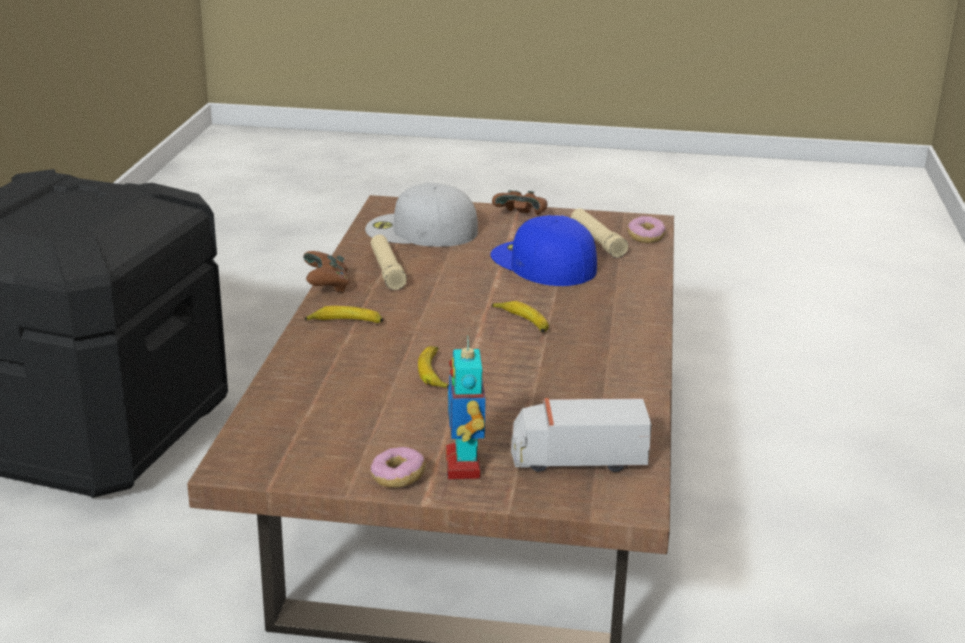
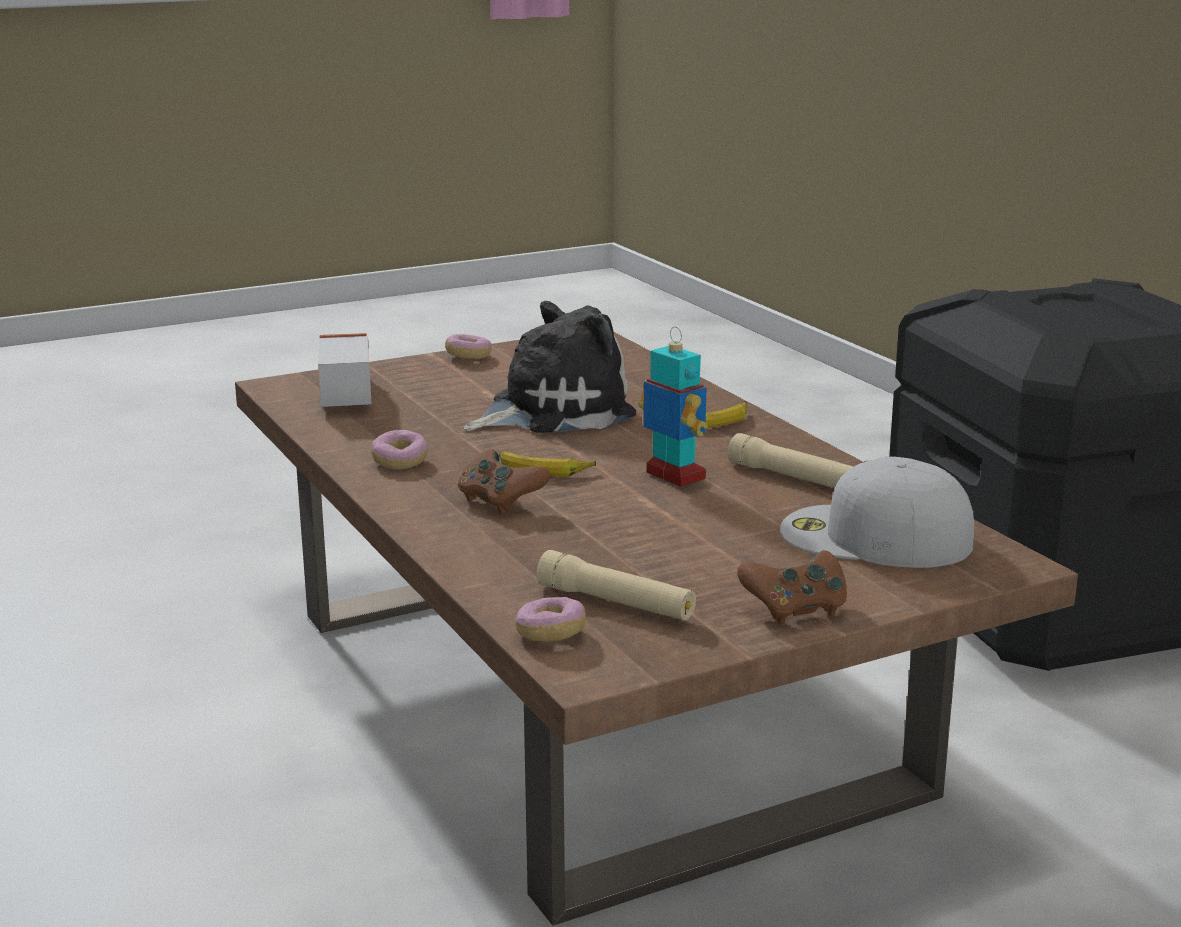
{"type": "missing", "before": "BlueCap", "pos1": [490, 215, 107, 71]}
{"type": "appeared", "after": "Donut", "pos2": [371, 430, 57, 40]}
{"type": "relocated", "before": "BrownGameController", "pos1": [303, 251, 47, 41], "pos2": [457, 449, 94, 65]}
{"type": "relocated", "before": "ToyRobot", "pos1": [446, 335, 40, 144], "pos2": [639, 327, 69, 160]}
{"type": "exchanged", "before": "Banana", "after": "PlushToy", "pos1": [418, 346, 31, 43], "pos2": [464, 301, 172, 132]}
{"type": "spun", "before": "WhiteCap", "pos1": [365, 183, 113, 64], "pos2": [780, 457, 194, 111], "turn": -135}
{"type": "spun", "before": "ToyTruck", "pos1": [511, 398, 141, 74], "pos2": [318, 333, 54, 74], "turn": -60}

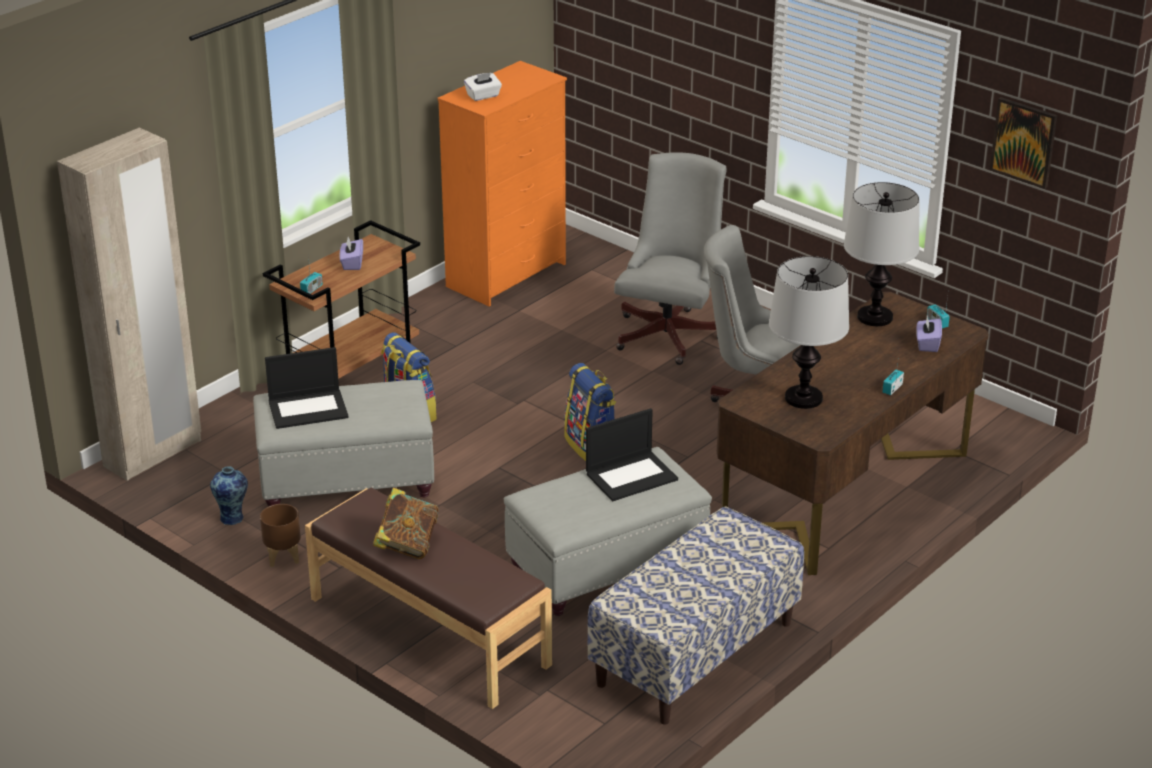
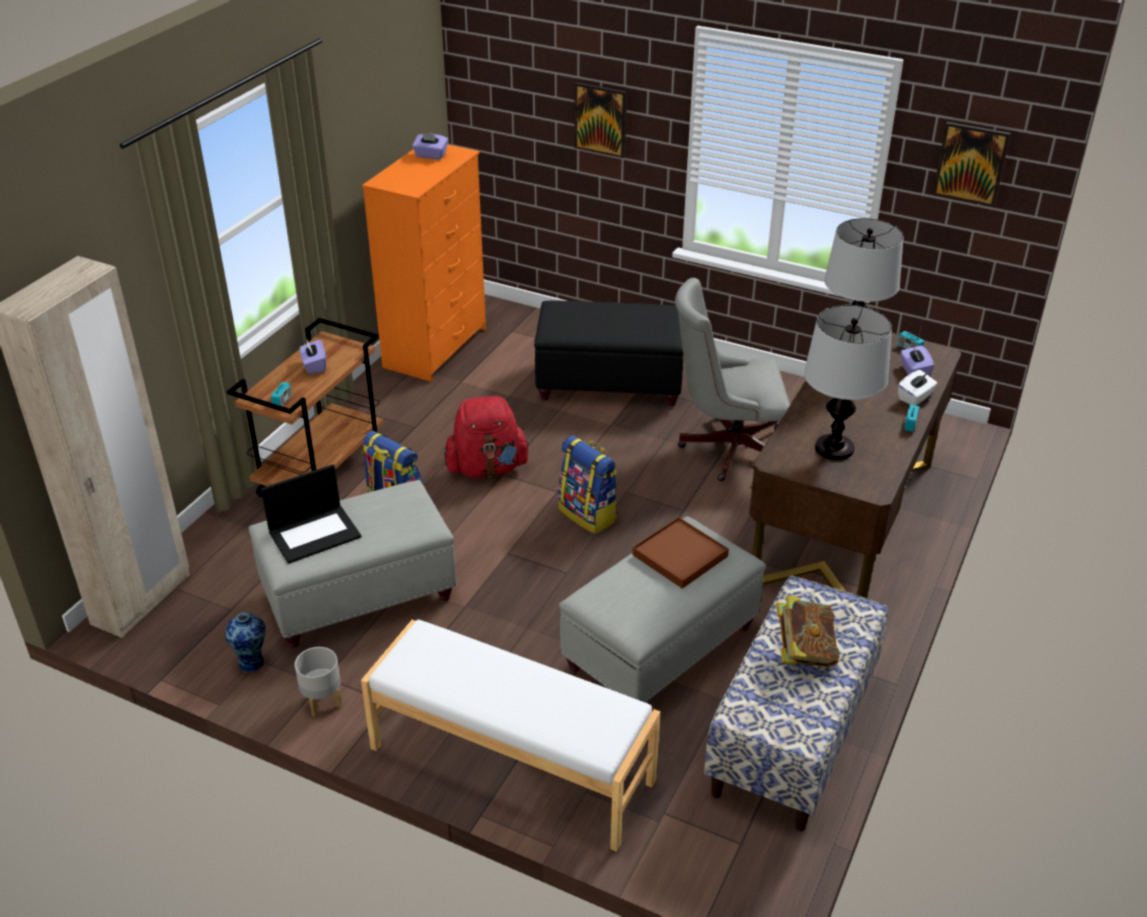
{"type": "appeared", "after": "PurpleTissueBox", "pos2": [412, 133, 36, 27]}
{"type": "appeared", "after": "RedBackpack", "pos2": [444, 396, 86, 82]}
{"type": "appeared", "after": "Picture", "pos2": [574, 82, 53, 76]}
{"type": "relocated", "before": "Book", "pos1": [373, 488, 65, 71], "pos2": [776, 596, 63, 71]}
{"type": "relocated", "before": "WhiteTissueBox", "pos1": [464, 72, 38, 29], "pos2": [898, 370, 39, 36]}
{"type": "exchanged", "before": "Laptop", "after": "BrownTray", "pos1": [586, 408, 92, 93], "pos2": [632, 517, 97, 72]}
{"type": "exchanged", "before": "GreyOfficeChair", "after": "BlackOttoman", "pos1": [614, 152, 113, 213], "pos2": [534, 300, 149, 106]}
{"type": "colour", "before": "BrownPlanter", "after": "GreyPlanter", "pos1": [260, 504, 41, 63], "pos2": [295, 647, 47, 69]}
{"type": "colour", "before": "BrownBench", "after": "WhiteBench", "pos1": [305, 488, 247, 221], "pos2": [361, 619, 299, 233]}

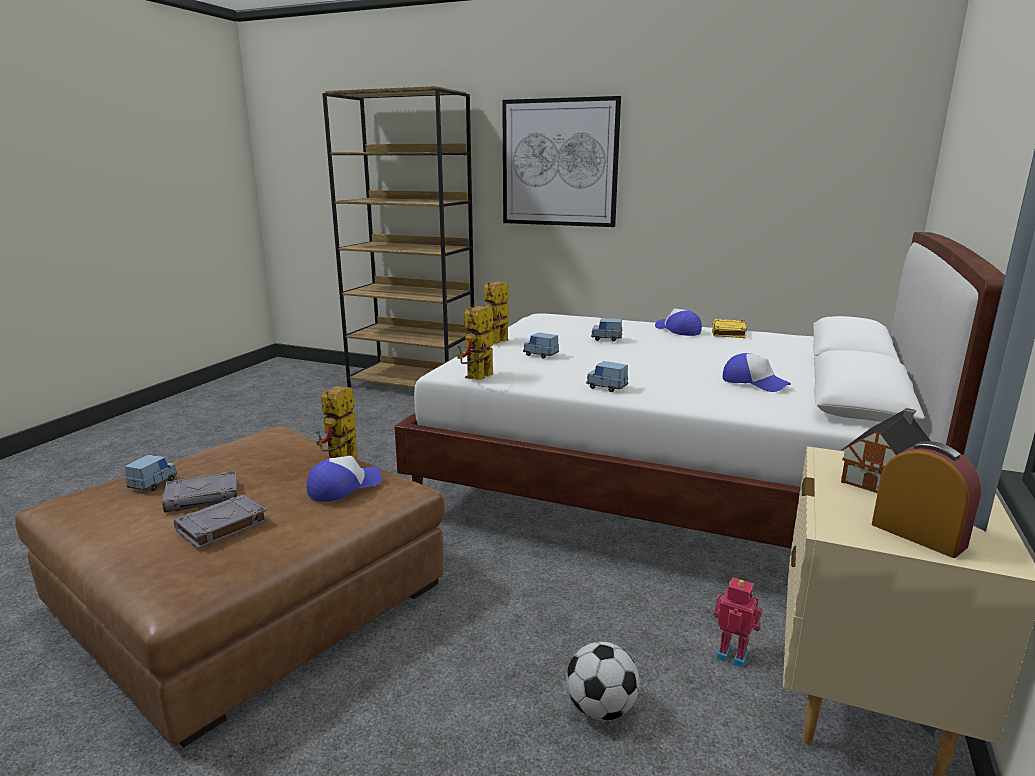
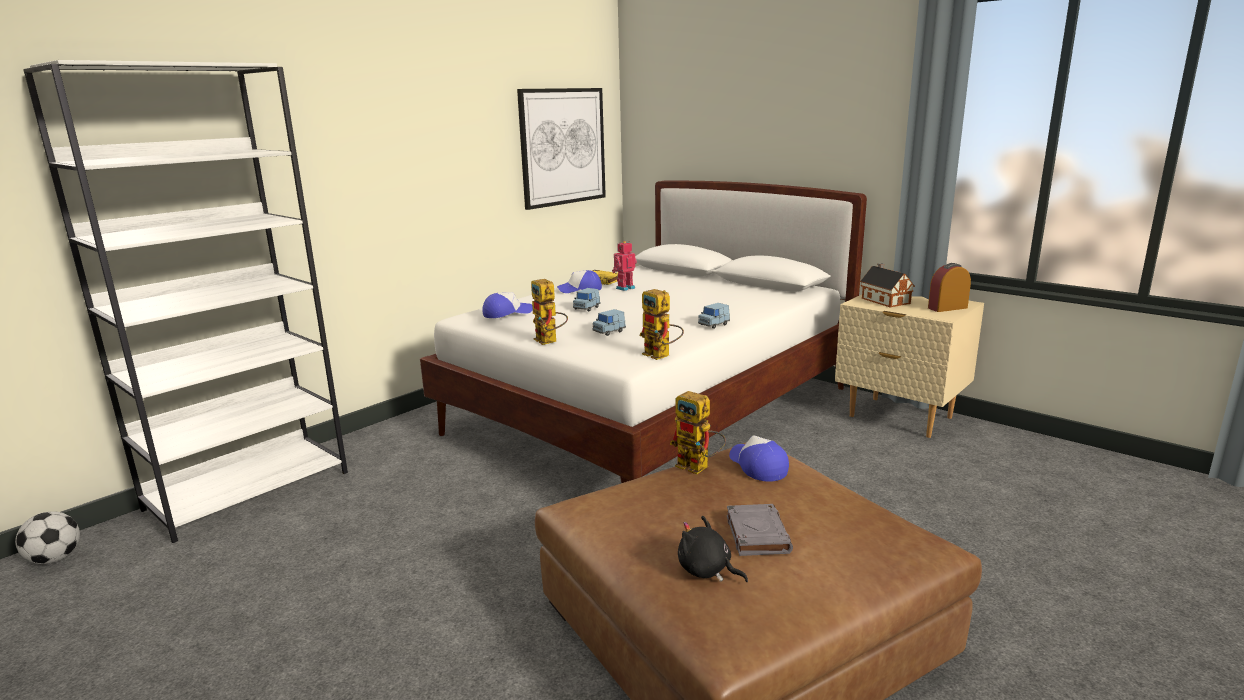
{"type": "missing", "before": "GreyBook", "pos1": [174, 494, 94, 55]}
{"type": "relocated", "before": "Picture", "pos1": [502, 96, 119, 131], "pos2": [517, 88, 89, 122]}
{"type": "relocated", "before": "Football", "pos1": [566, 642, 73, 79], "pos2": [15, 511, 65, 53]}
{"type": "relocated", "before": "ToyRobot", "pos1": [713, 578, 49, 90], "pos2": [612, 241, 25, 50]}
{"type": "relocated", "before": "Cap", "pos1": [723, 353, 68, 39], "pos2": [482, 292, 51, 26]}
{"type": "exchanged", "before": "BlueToyCar", "after": "BlackPlushToy", "pos1": [125, 455, 52, 36], "pos2": [678, 516, 70, 66]}
{"type": "colour", "before": "BrownBookcase", "after": "WhiteBookcase", "pos1": [322, 86, 152, 302], "pos2": [23, 60, 325, 483]}

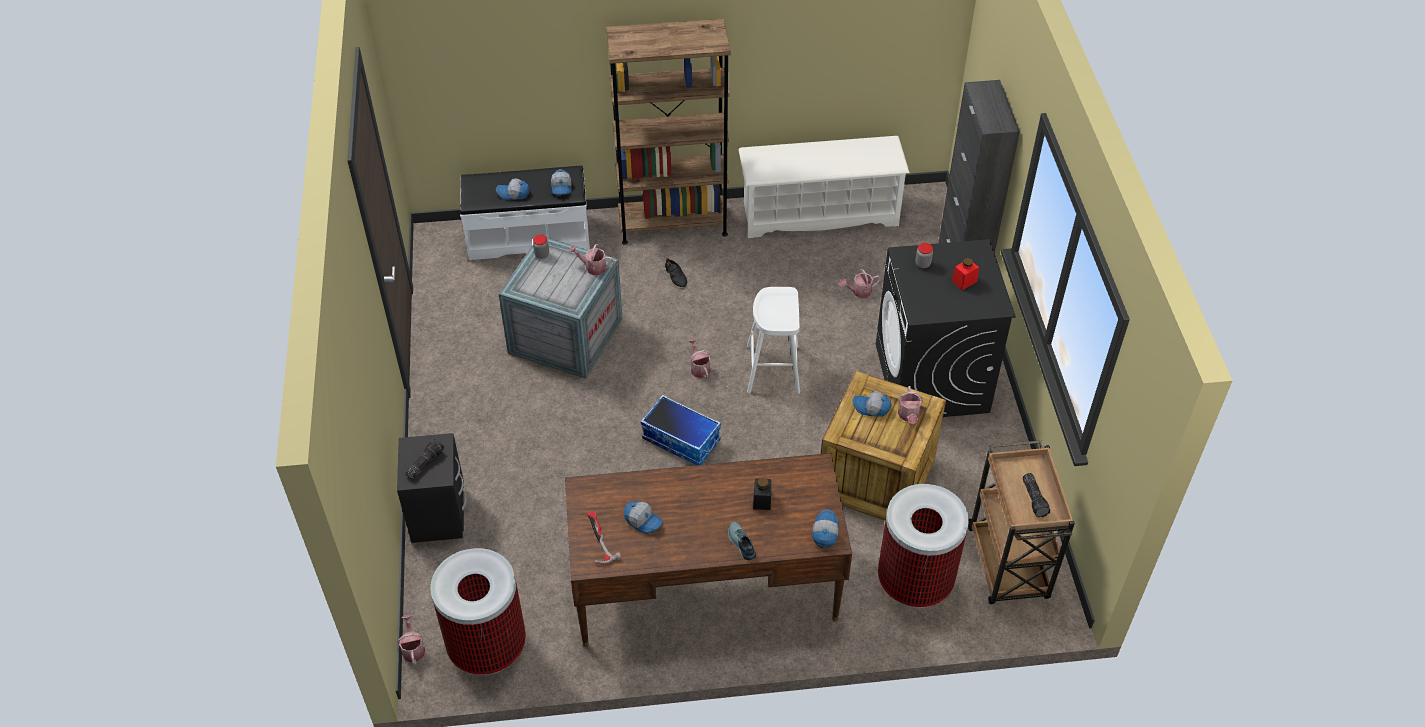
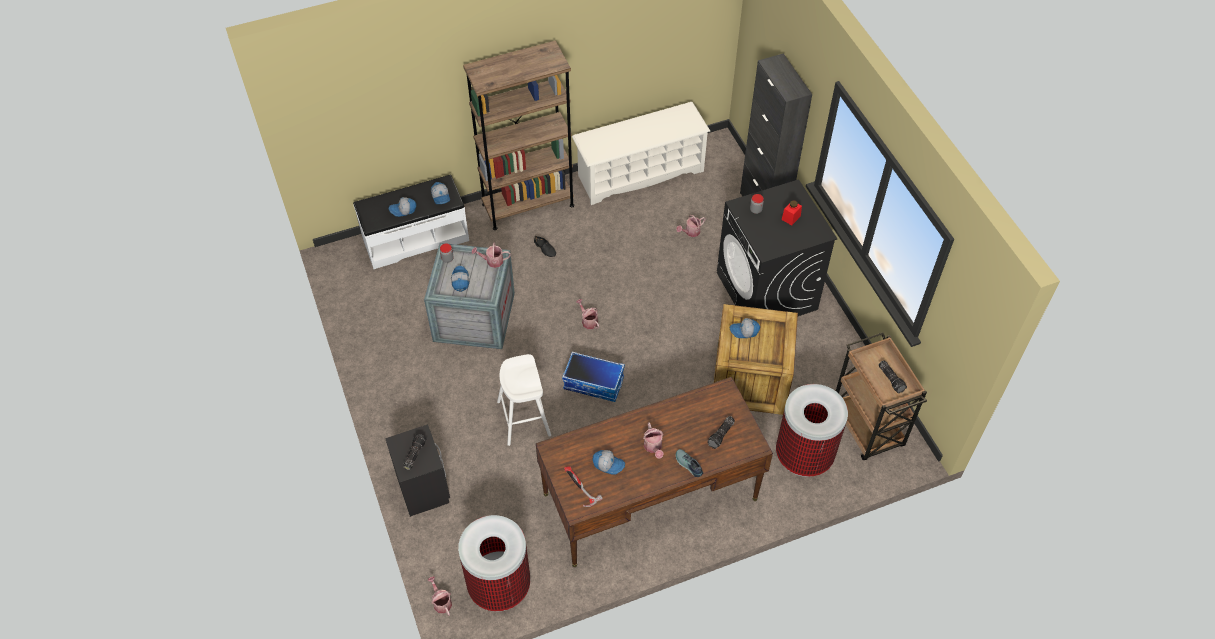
{"type": "missing", "before": "BlackJar", "pos1": [753, 478, 18, 32]}
{"type": "appeared", "after": "Flashlight", "pos2": [707, 416, 28, 33]}
{"type": "relocated", "before": "WhiteStool", "pos1": [747, 287, 53, 107], "pos2": [497, 354, 54, 92]}
{"type": "relocated", "before": "Cap", "pos1": [812, 510, 27, 38], "pos2": [451, 266, 18, 26]}
{"type": "relocated", "before": "WateringCan", "pos1": [898, 386, 25, 39], "pos2": [643, 422, 21, 37]}

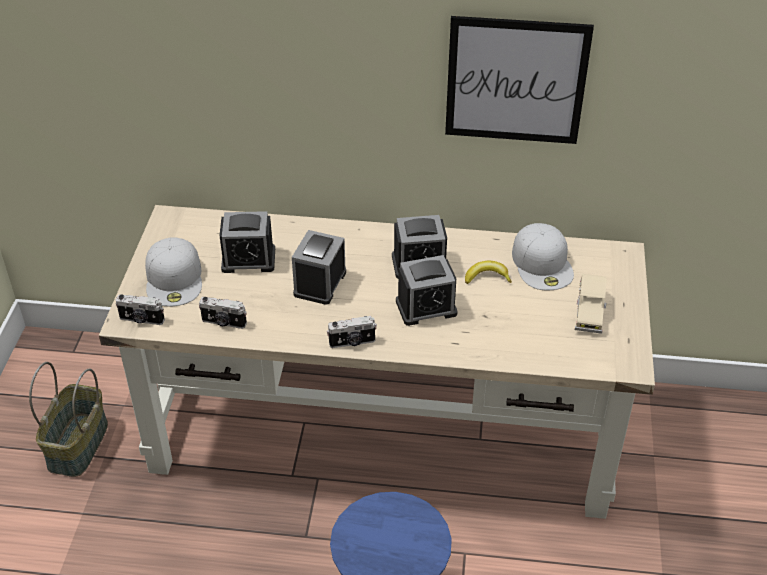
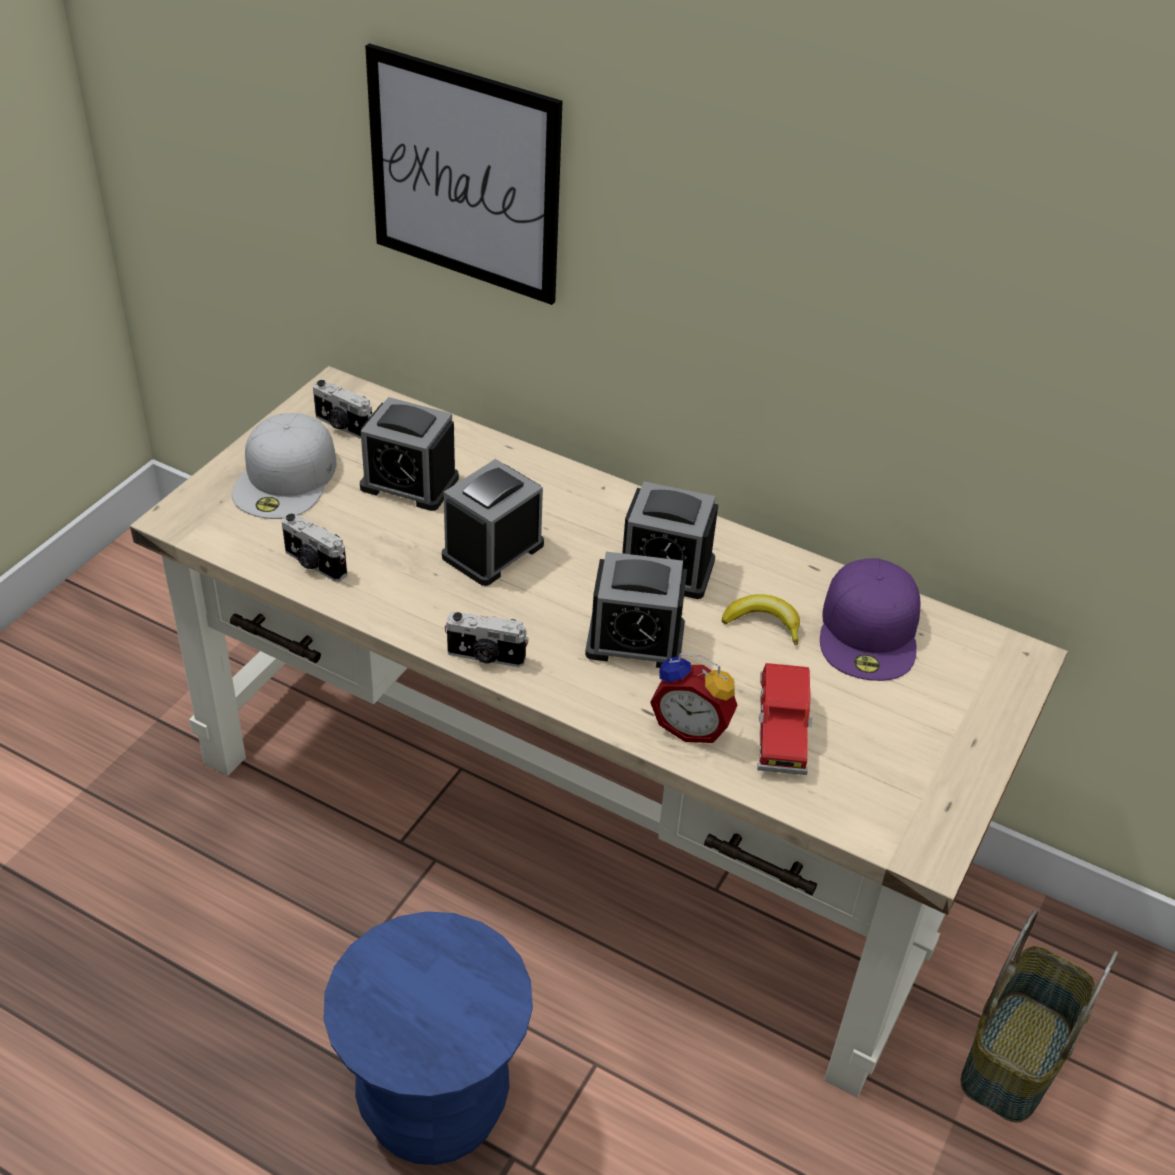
{"type": "missing", "before": "BeigeToyCar", "pos1": [575, 274, 32, 60]}
{"type": "appeared", "after": "AlarmClock", "pos2": [650, 653, 88, 90]}
{"type": "appeared", "after": "RedToyCar", "pos2": [757, 663, 55, 112]}
{"type": "relocated", "before": "Basket", "pos1": [29, 362, 79, 115], "pos2": [961, 909, 157, 214]}
{"type": "relocated", "before": "PhotoCamera", "pos1": [116, 294, 49, 31], "pos2": [313, 380, 59, 59]}
{"type": "relocated", "before": "Picture", "pos1": [445, 16, 149, 128], "pos2": [365, 43, 197, 262]}
{"type": "colour", "before": "WhiteCap", "after": "PurpleCap", "pos1": [512, 223, 62, 67], "pos2": [820, 558, 100, 123]}

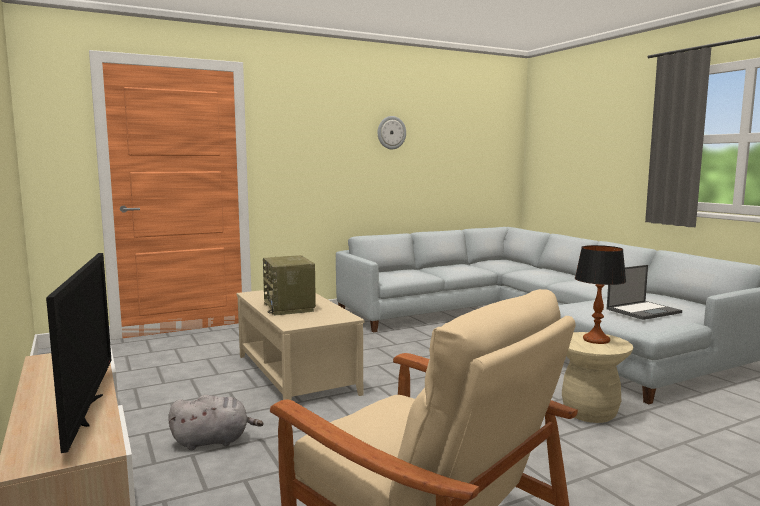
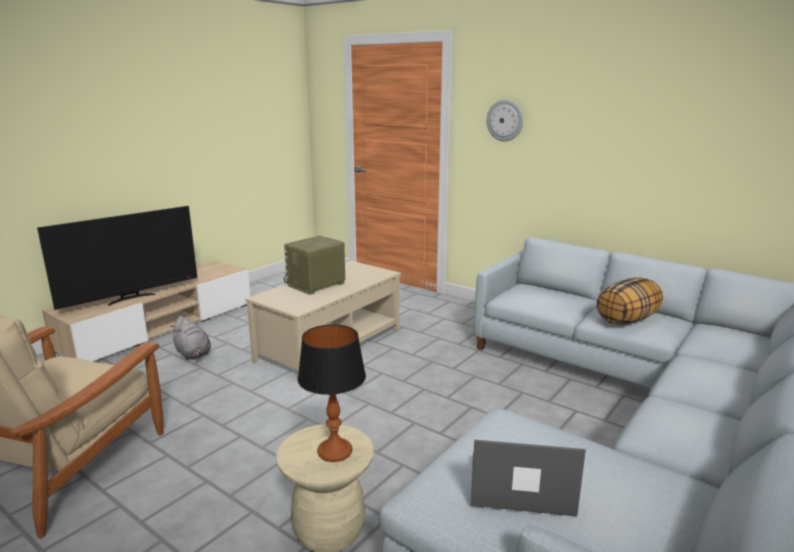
{"type": "appeared", "after": "Pillow", "pos2": [597, 277, 66, 48]}
{"type": "relocated", "before": "WallClock", "pos1": [377, 116, 29, 33], "pos2": [487, 100, 36, 41]}
{"type": "spun", "before": "Laptop", "pos1": [607, 265, 75, 55], "pos2": [471, 440, 115, 76], "turn": 150}

